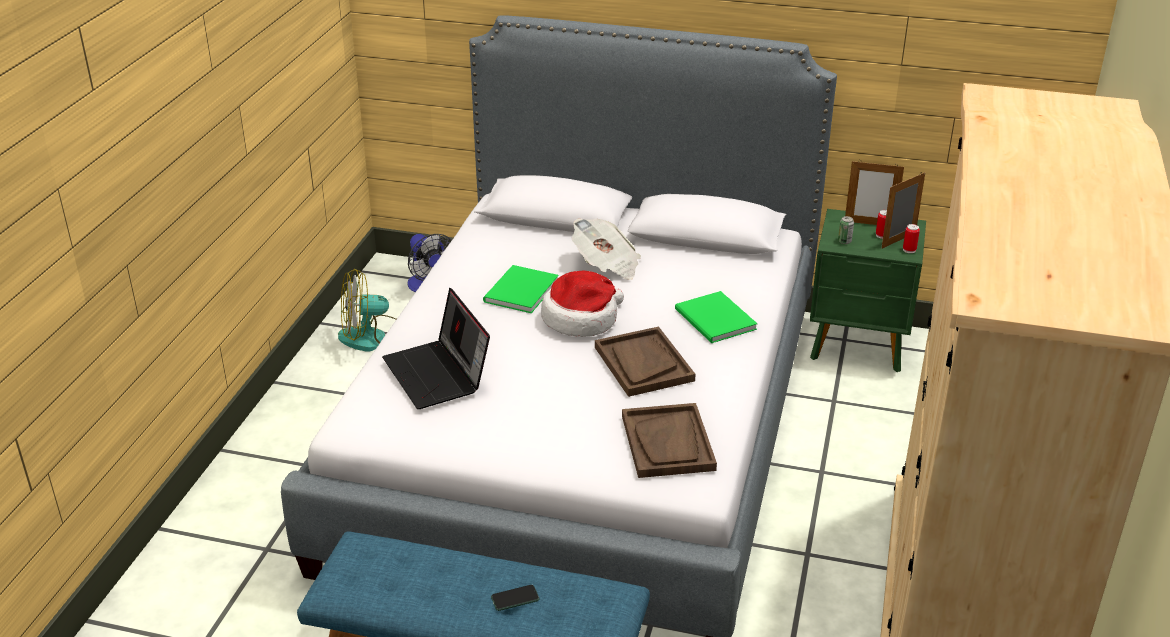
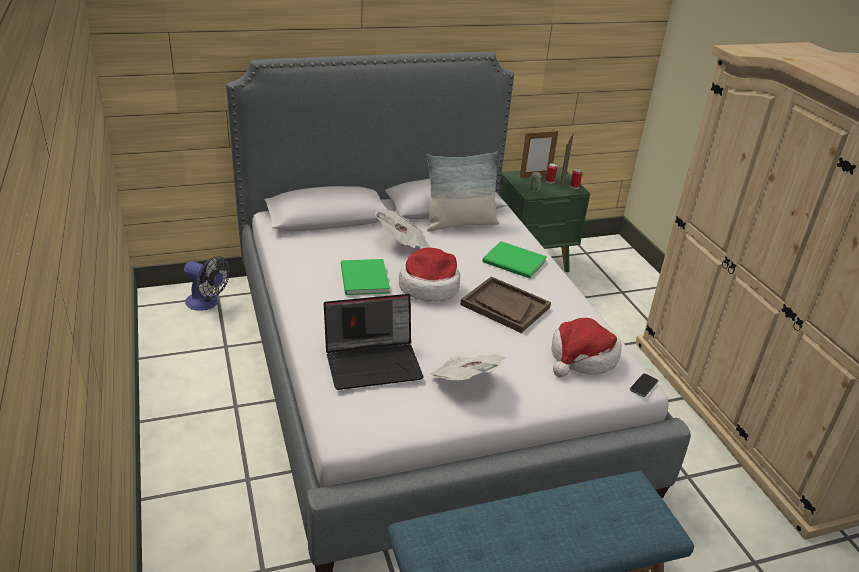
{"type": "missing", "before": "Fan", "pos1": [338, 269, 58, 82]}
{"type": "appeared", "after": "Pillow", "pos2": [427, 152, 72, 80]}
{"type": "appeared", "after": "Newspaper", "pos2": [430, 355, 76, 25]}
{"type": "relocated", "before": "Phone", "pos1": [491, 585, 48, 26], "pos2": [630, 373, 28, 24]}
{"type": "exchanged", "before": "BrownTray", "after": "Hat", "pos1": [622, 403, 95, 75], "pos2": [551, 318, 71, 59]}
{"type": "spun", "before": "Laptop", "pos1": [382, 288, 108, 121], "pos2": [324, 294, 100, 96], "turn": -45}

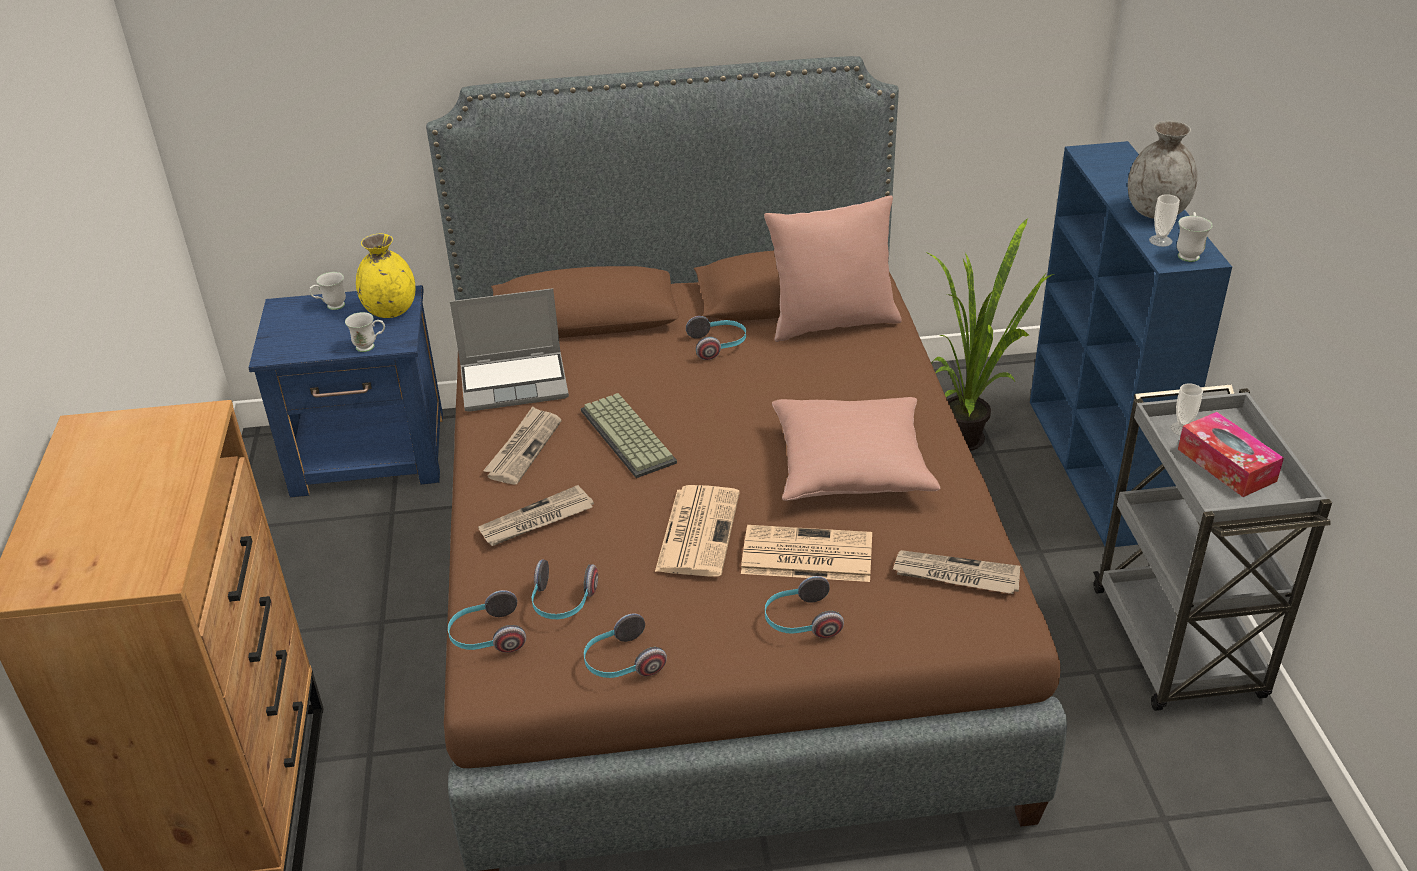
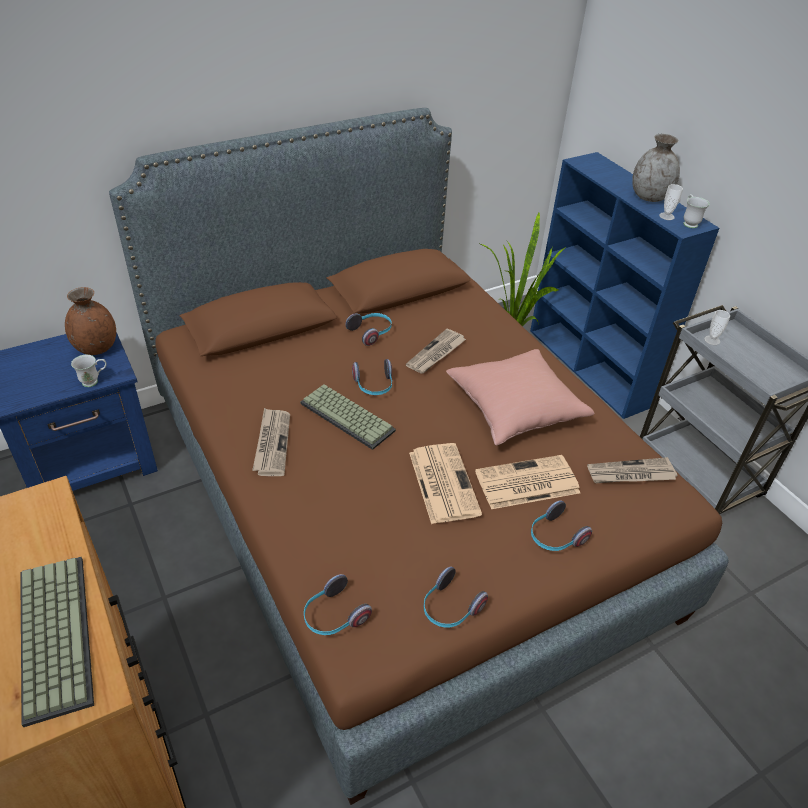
{"type": "missing", "before": "WhiteMug", "pos1": [309, 272, 37, 38]}
{"type": "missing", "before": "Laptop", "pos1": [450, 288, 119, 124]}
{"type": "missing", "before": "PinkPillow", "pos1": [764, 196, 138, 146]}
{"type": "missing", "before": "TissueBox", "pos1": [1178, 412, 106, 85]}
{"type": "appeared", "after": "Keyboard", "pos2": [20, 557, 74, 170]}
{"type": "relocated", "before": "Newspaper", "pos1": [478, 485, 116, 61], "pos2": [406, 329, 60, 45]}
{"type": "relocated", "before": "Headphones", "pos1": [532, 559, 66, 60], "pos2": [352, 359, 40, 36]}
{"type": "colour", "before": "YellowVase", "after": "BrownVase", "pos1": [356, 234, 59, 84], "pos2": [65, 287, 51, 68]}

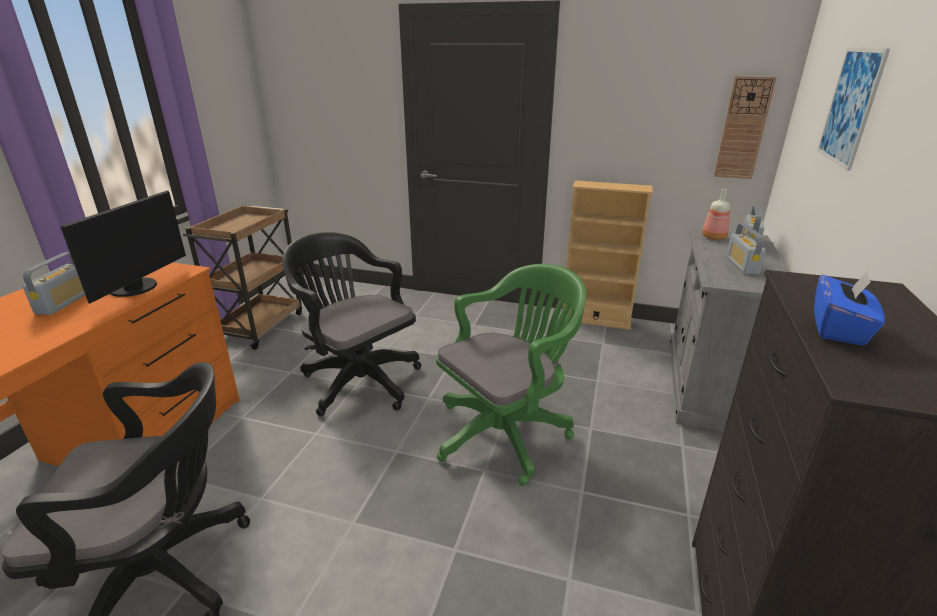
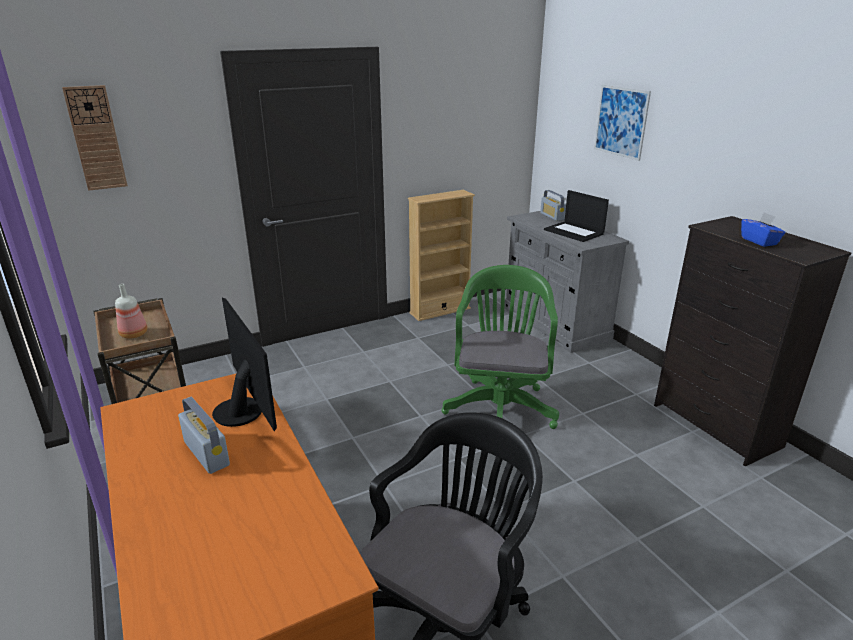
{"type": "missing", "before": "BlackOfficeChair", "pos1": [282, 232, 139, 184]}
{"type": "relocated", "before": "Bottle", "pos1": [702, 188, 28, 52], "pos2": [115, 284, 32, 55]}
{"type": "relocated", "before": "WallClock", "pos1": [714, 76, 62, 103], "pos2": [62, 85, 66, 106]}
{"type": "exchanged", "before": "Radio", "after": "Laptop", "pos1": [726, 224, 40, 51], "pos2": [544, 190, 65, 52]}

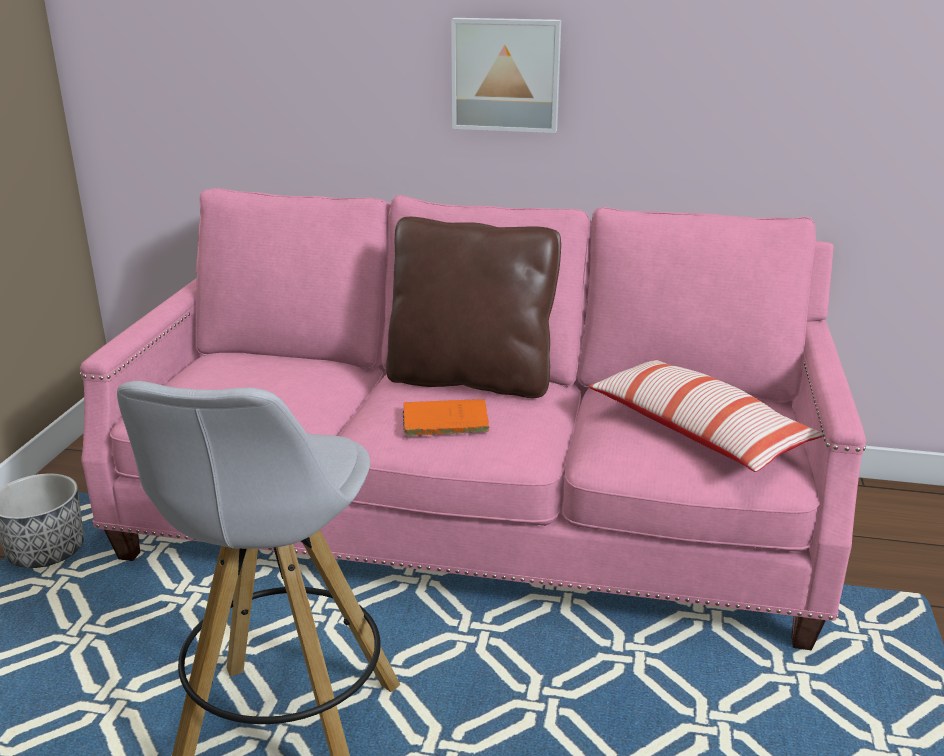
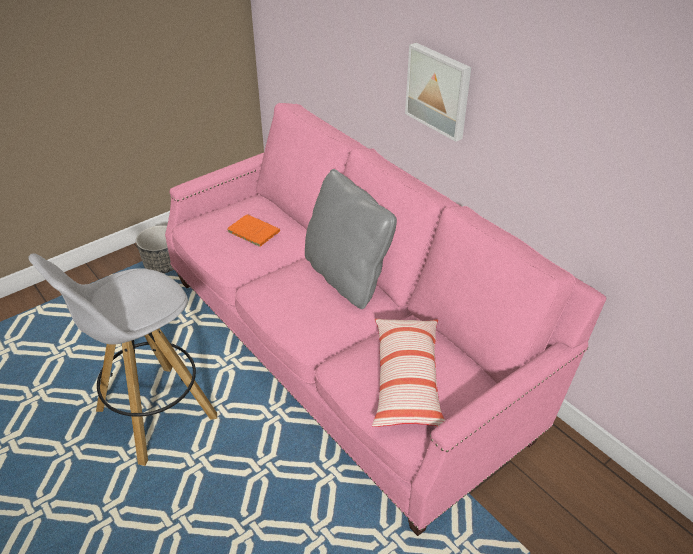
{"type": "relocated", "before": "OrangeBook", "pos1": [402, 399, 88, 37], "pos2": [227, 214, 53, 33]}
{"type": "colour", "before": "BrownPillow", "after": "GreyPillow", "pos1": [386, 217, 175, 181], "pos2": [305, 169, 92, 140]}

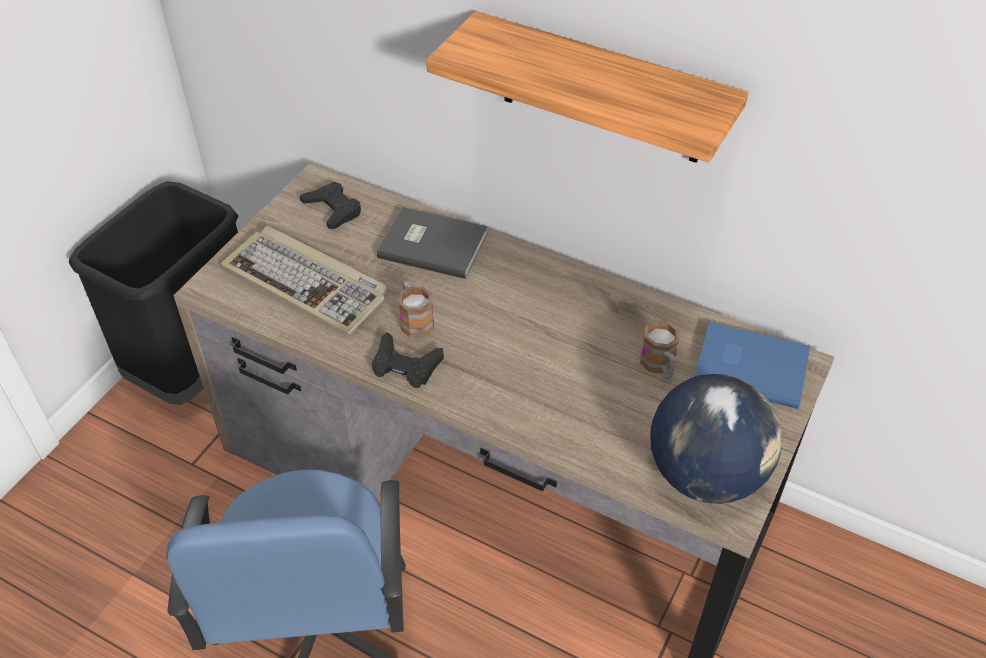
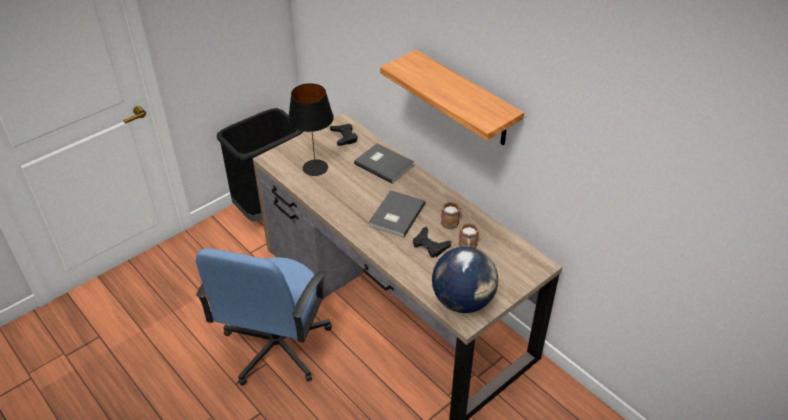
{"type": "missing", "before": "BlueBook", "pos1": [695, 322, 115, 87]}
{"type": "appeared", "after": "GreyBook", "pos2": [369, 190, 57, 47]}
{"type": "relocated", "before": "BlackGameController", "pos1": [372, 332, 72, 56], "pos2": [413, 227, 38, 31]}
{"type": "relocated", "before": "Mug", "pos1": [398, 280, 36, 58], "pos2": [441, 198, 19, 32]}
{"type": "exchanged", "before": "Keyboard", "after": "BlackTableLamp", "pos1": [221, 226, 167, 109], "pos2": [288, 83, 46, 93]}

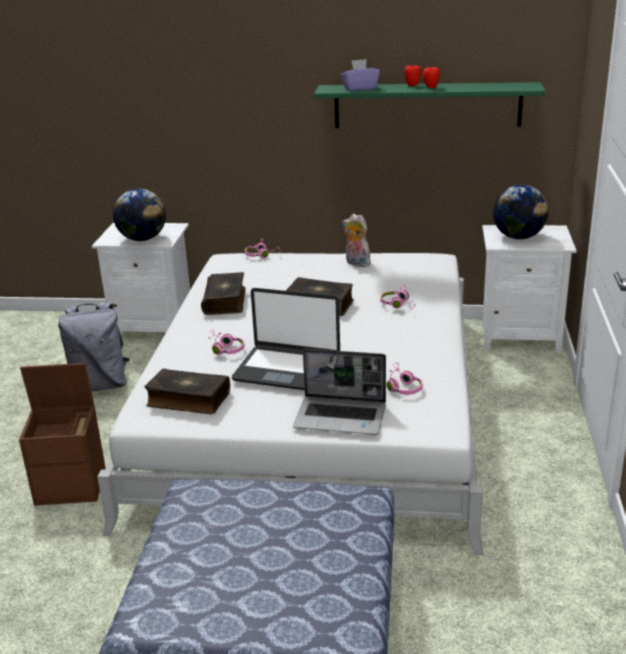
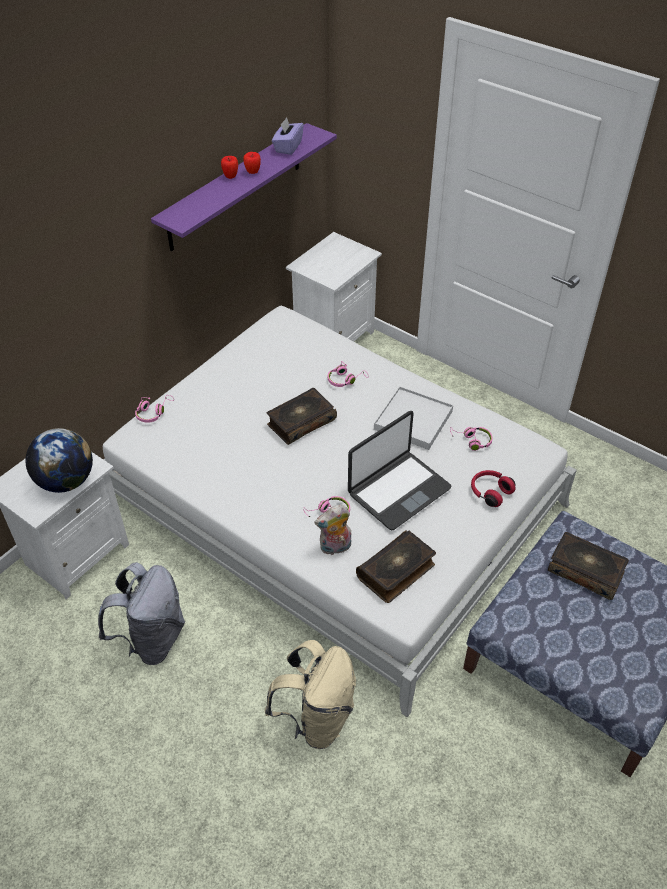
{"type": "missing", "before": "Globe", "pos1": [493, 185, 56, 54]}
{"type": "appeared", "after": "WhiteTray", "pos2": [374, 386, 79, 64]}
{"type": "relocated", "before": "Book", "pos1": [201, 272, 44, 43], "pos2": [548, 532, 81, 68]}
{"type": "relocated", "before": "PurpleTissueBox", "pos1": [341, 59, 39, 32], "pos2": [272, 118, 32, 37]}
{"type": "relocated", "before": "PlushToy", "pos1": [342, 214, 29, 53], "pos2": [314, 504, 37, 51]}
{"type": "exchanged", "before": "BrownStorageBox", "after": "BeigeBackpack", "pos1": [19, 363, 87, 143], "pos2": [265, 640, 91, 109]}
{"type": "exchanged", "before": "Laptop", "after": "RedHeadphones", "pos1": [293, 349, 93, 86], "pos2": [471, 470, 45, 37]}
{"type": "colour", "before": "GreenShelf", "after": "PurpleShelf", "pos1": [314, 82, 232, 46], "pos2": [151, 123, 186, 128]}

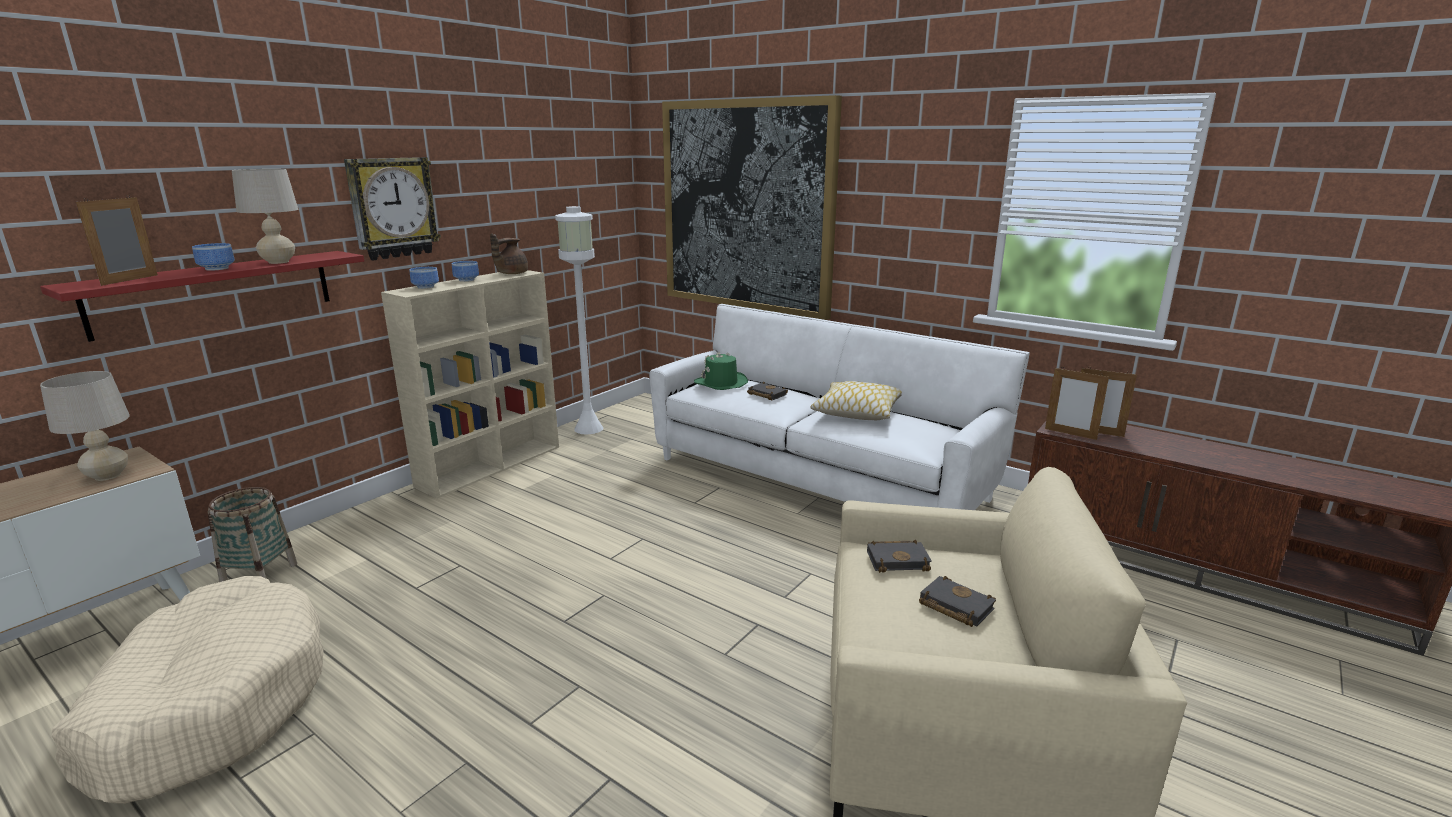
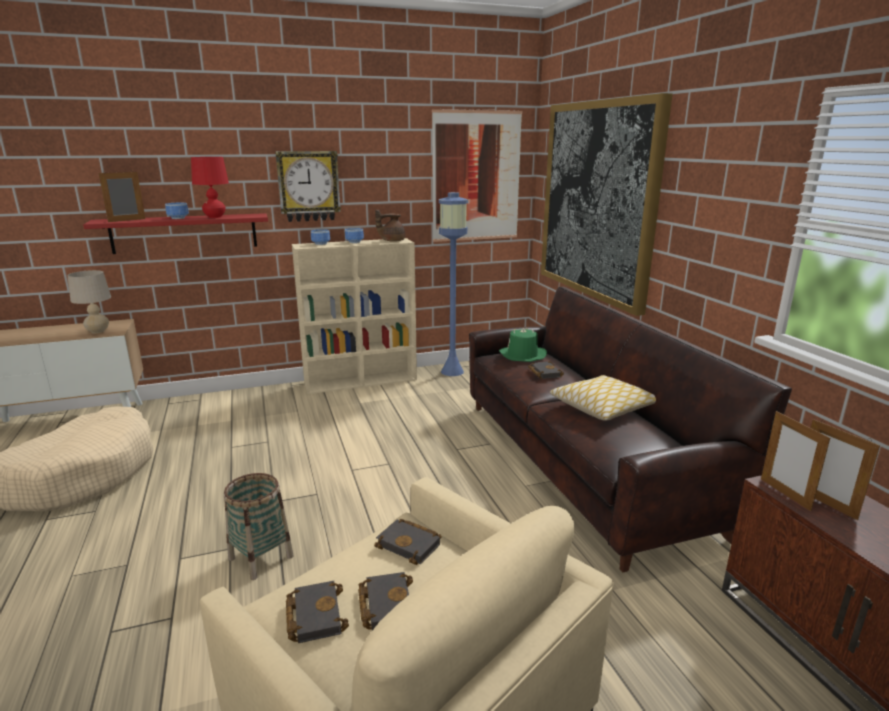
{"type": "appeared", "after": "BlackBook", "pos2": [286, 581, 63, 62]}
{"type": "appeared", "after": "Picture", "pos2": [432, 109, 90, 133]}
{"type": "relocated", "before": "Basket", "pos1": [208, 487, 89, 95], "pos2": [224, 473, 69, 107]}
{"type": "colour", "before": "BeigeTableLamp", "after": "RedTableLamp", "pos1": [232, 169, 66, 95], "pos2": [191, 157, 38, 61]}
{"type": "colour", "before": "WhiteFloorLamp", "after": "BlueFloorLamp", "pos1": [555, 206, 48, 229], "pos2": [439, 192, 29, 184]}
{"type": "colour", "before": "WhiteSofa", "after": "BrownSofa", "pos1": [649, 304, 381, 206], "pos2": [469, 287, 323, 285]}

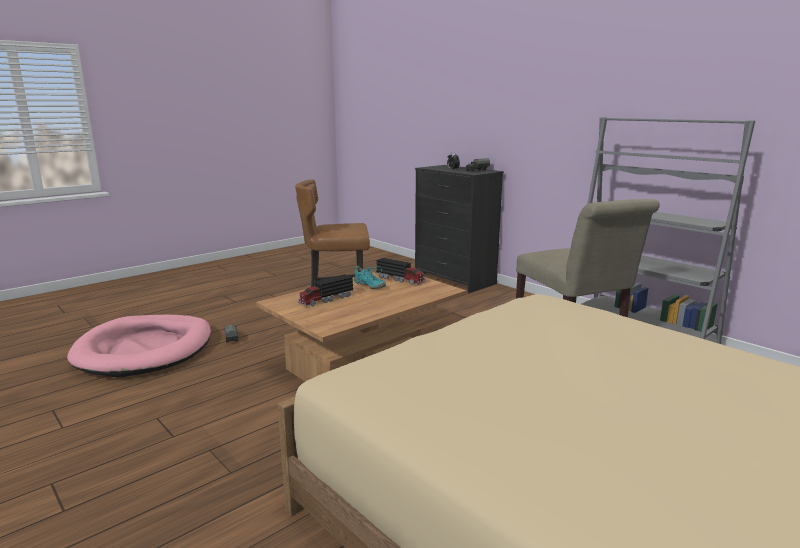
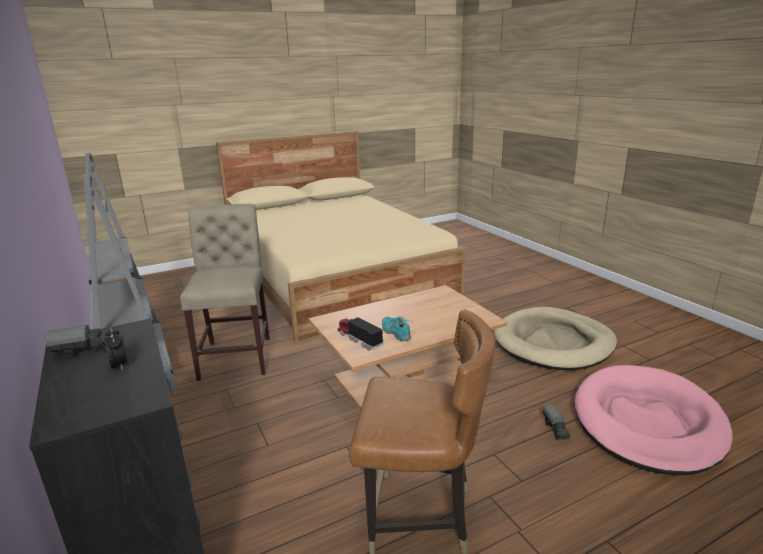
{"type": "missing", "before": "ToyTruck", "pos1": [298, 274, 56, 33]}
{"type": "appeared", "after": "BeigeDogBed", "pos2": [493, 307, 124, 63]}

